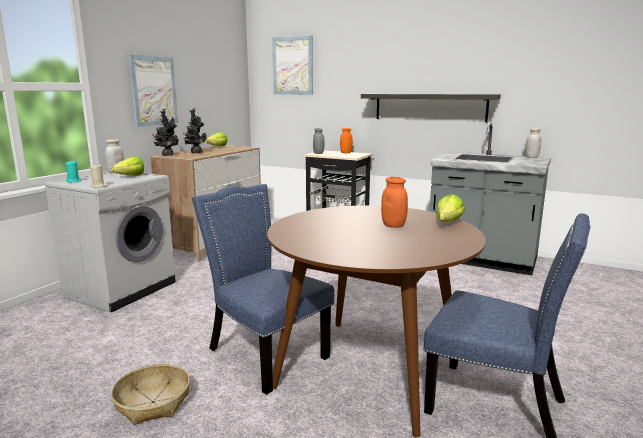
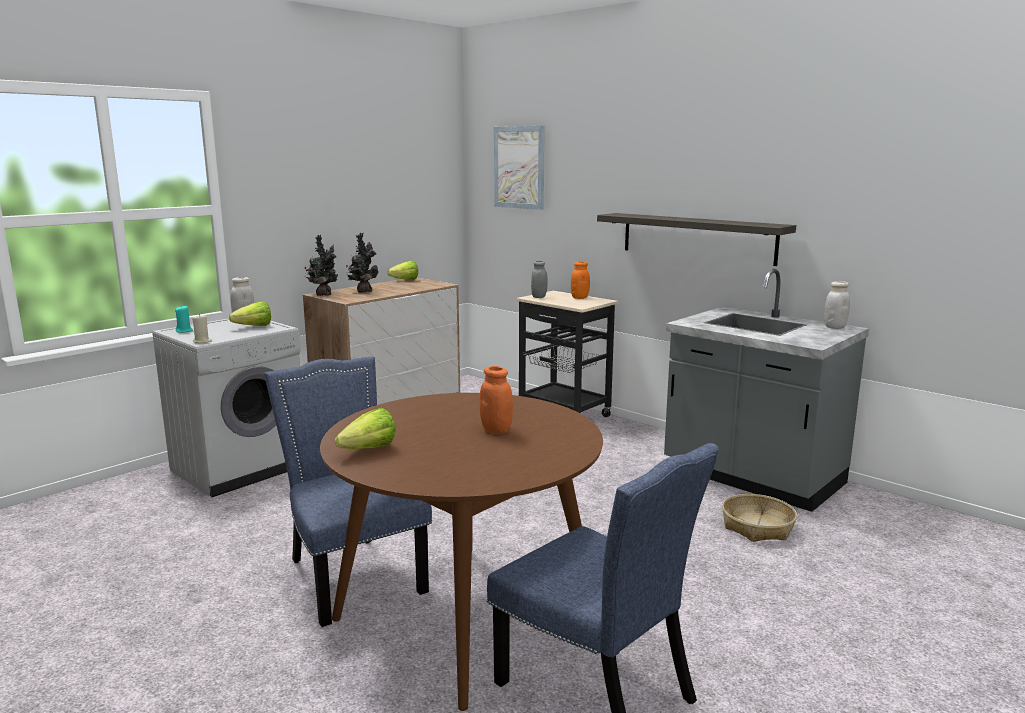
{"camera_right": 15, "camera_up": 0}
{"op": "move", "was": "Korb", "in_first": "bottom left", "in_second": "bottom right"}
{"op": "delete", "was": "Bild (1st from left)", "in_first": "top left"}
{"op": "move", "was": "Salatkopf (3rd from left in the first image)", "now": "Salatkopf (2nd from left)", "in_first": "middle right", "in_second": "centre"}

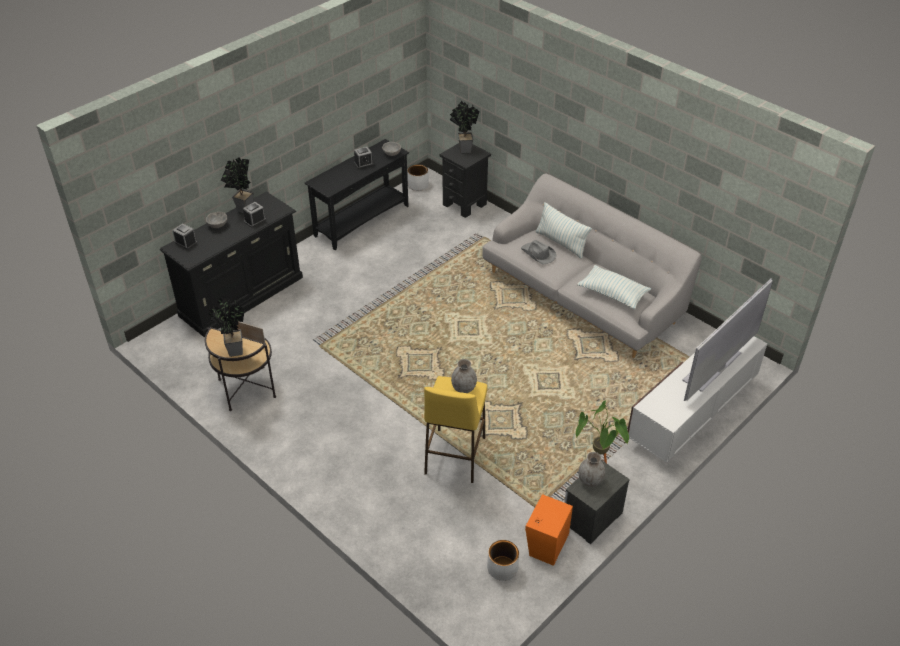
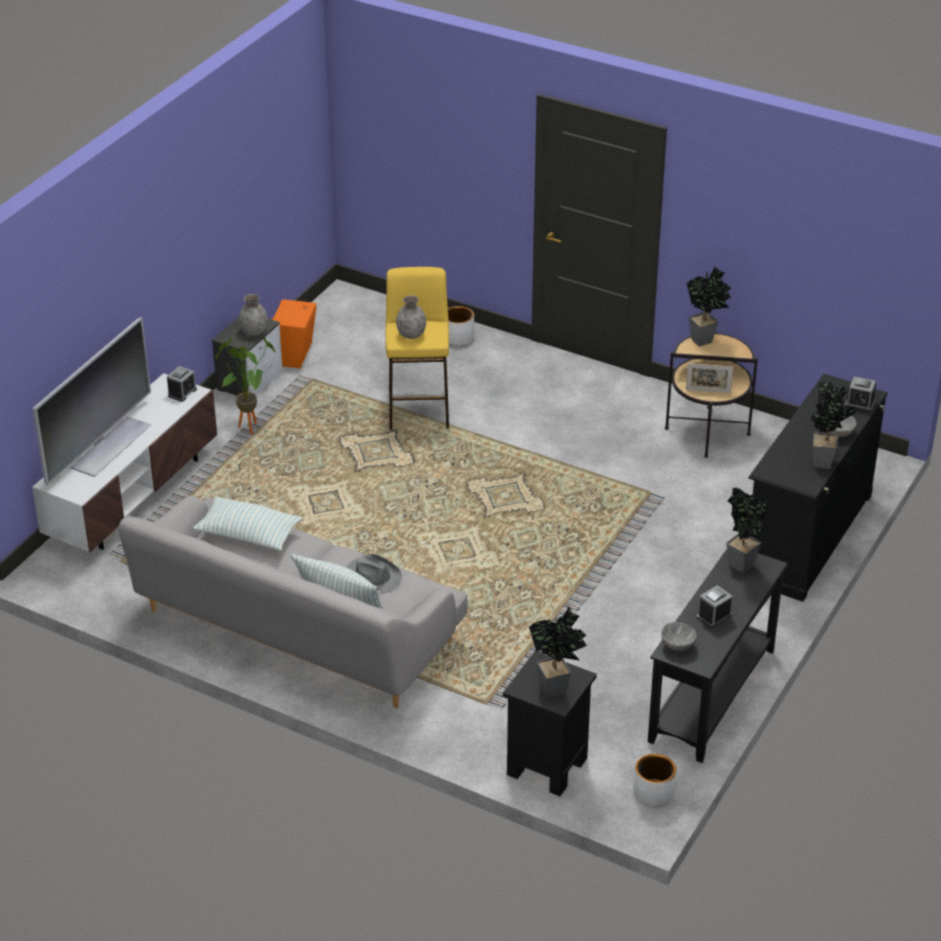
{"camera_right": 165, "camera_up": -5}
{"op": "move", "was": "Wecker (2nd from left in the first image)", "now": "Wecker (1st from left)", "in_first": "top left", "in_second": "middle left"}
{"op": "move", "was": "Pflanzkübel [weiß] (2nd from left in the first image)", "now": "Pflanzkübel [weiß] (1st from left)", "in_first": "bottom centre", "in_second": "centre"}
{"op": "insert", "now": "Topfpflanze (4th from left)", "in_second": "middle right"}

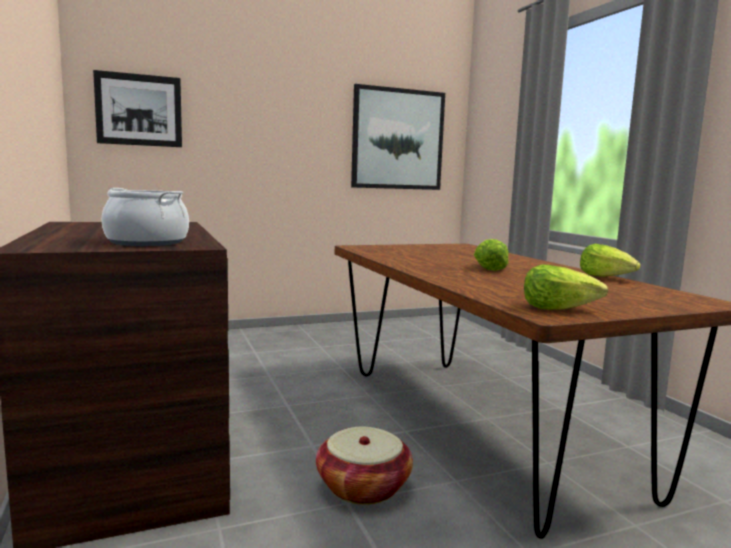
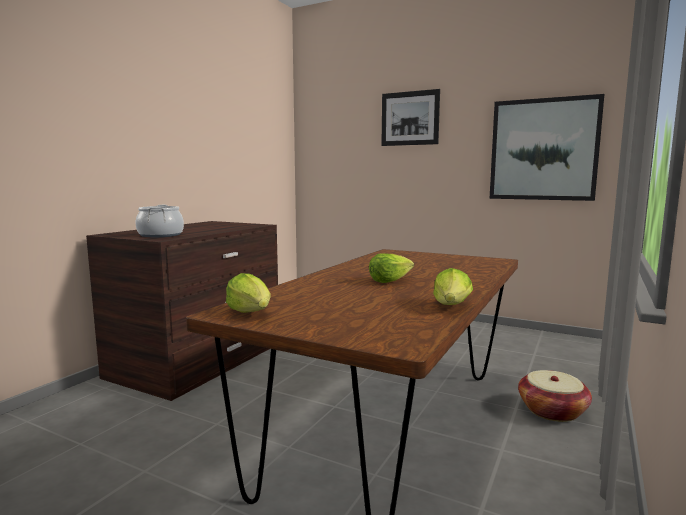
{"camera_right": 50, "camera_up": 0}
{"op": "move", "was": "Bild (1st from left)", "in_first": "top left", "in_second": "top centre"}
{"op": "move", "was": "Korb", "in_first": "bottom centre", "in_second": "bottom right"}

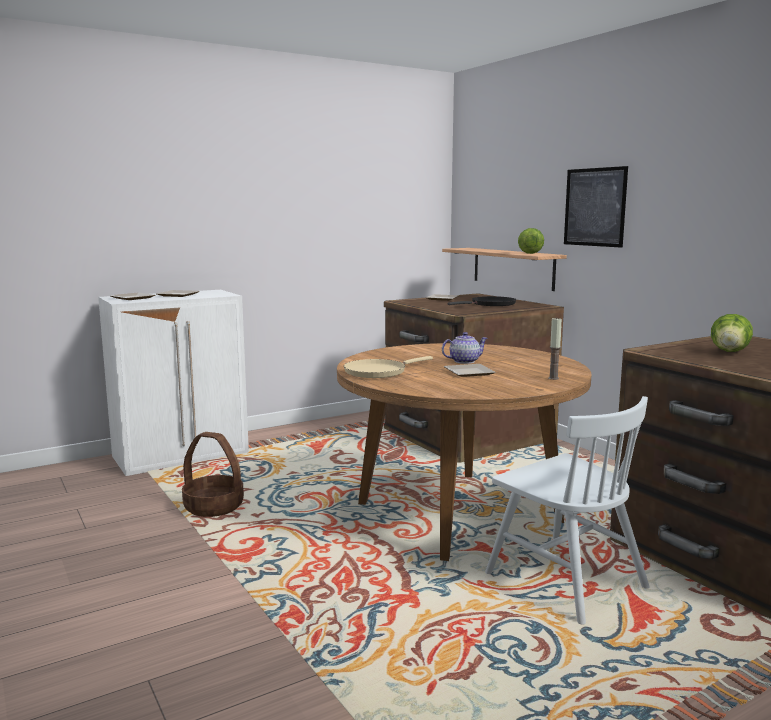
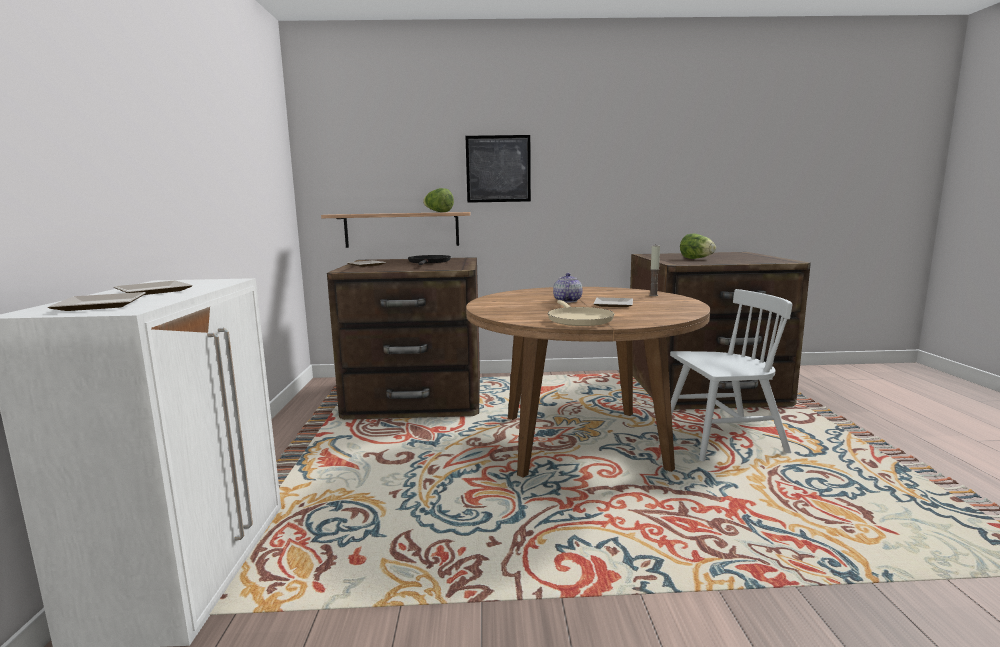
{"camera_right": -60, "camera_up": 0}
{"op": "delete", "was": "Korb", "in_first": "middle left"}

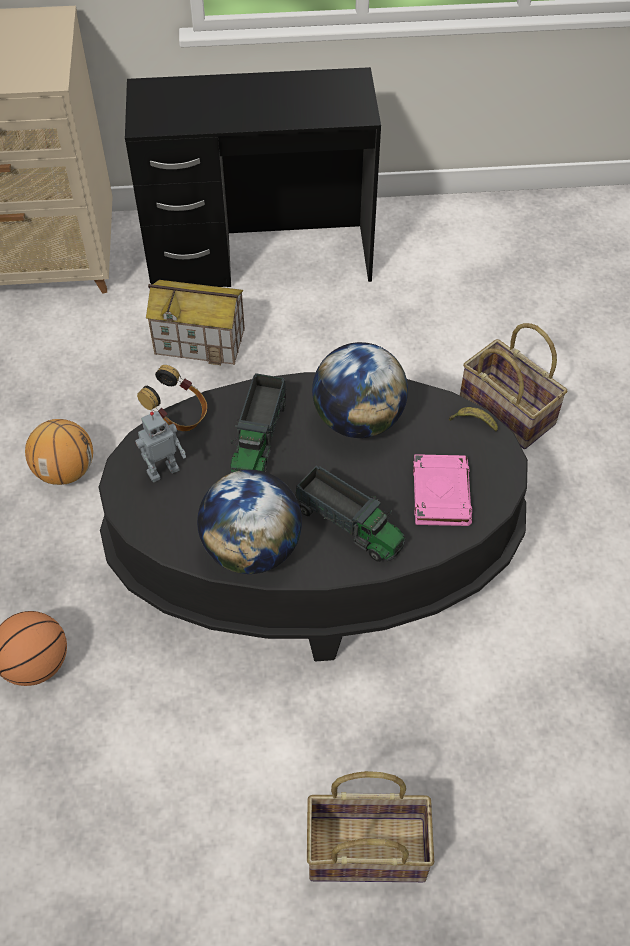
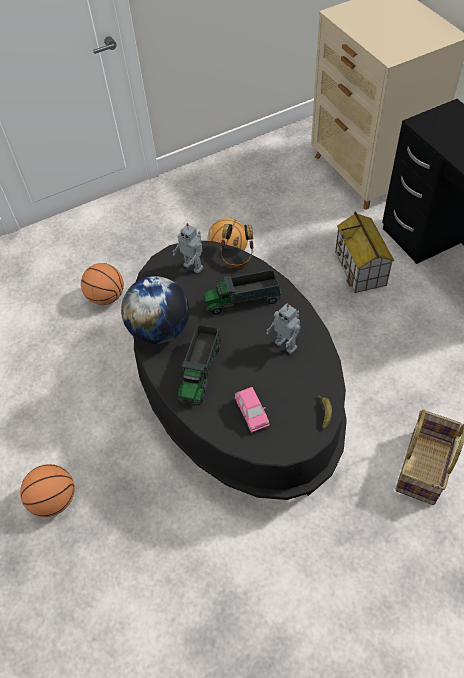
{"camera_right": 70, "camera_up": 0}
{"op": "replace", "was": "Korb (1st from left)", "now": "Basketball (1st from left)", "in_first": "bottom centre", "in_second": "bottom left"}
{"op": "replace", "was": "Globus (2nd from left)", "now": "Spielzeugroboter (2nd from left)", "in_first": "centre", "in_second": "centre"}
{"op": "replace", "was": "Buch [rosa]", "now": "Spielzeugauto [rosa]", "in_first": "middle right", "in_second": "centre"}

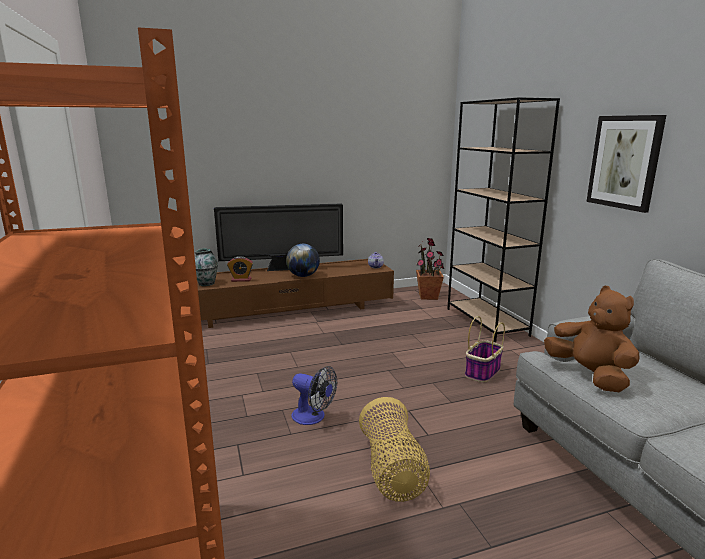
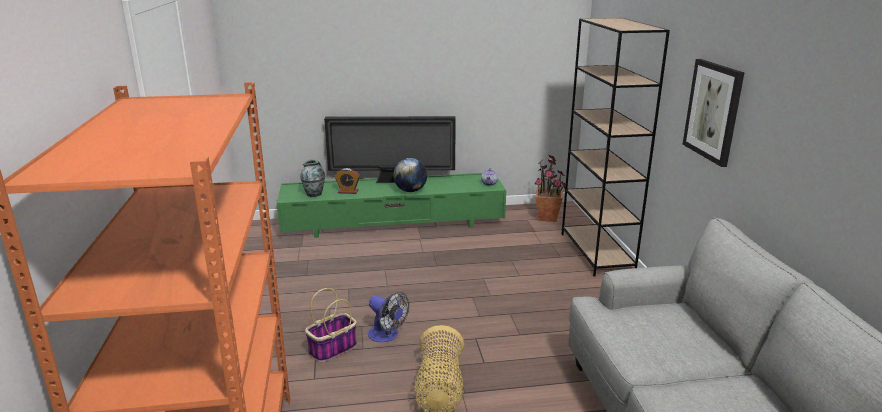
{"camera_right": 10, "camera_up": 5}
{"op": "recolor", "was": "Fernsehschrank [braun]", "now": "Fernsehschrank [grün]", "in_first": "centre", "in_second": "centre"}
{"op": "move", "was": "Korb (2nd from left in the first image)", "now": "Korb (1st from left)", "in_first": "middle right", "in_second": "bottom centre"}
{"op": "delete", "was": "Plüschtier [braun]", "in_first": "middle right"}

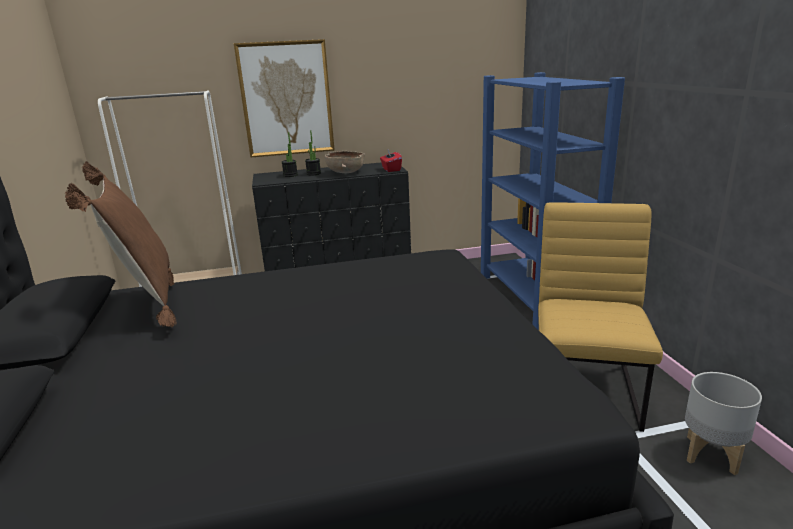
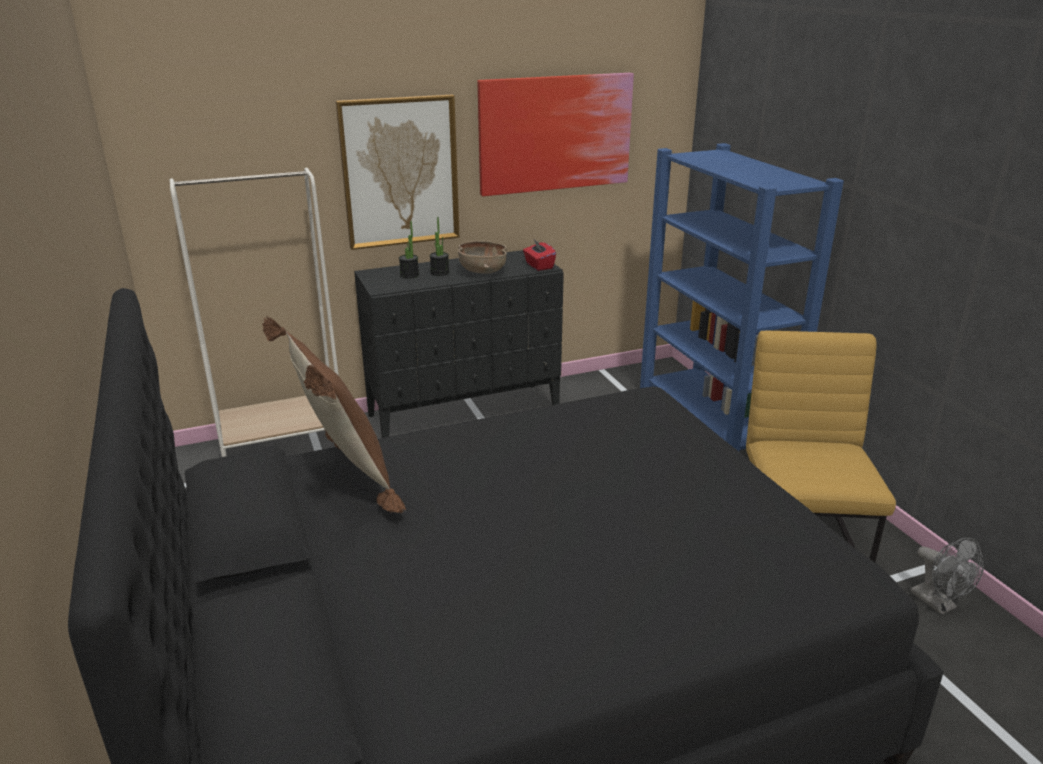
{"camera_right": -10, "camera_up": 5}
{"op": "replace", "was": "Pflanzkübel [grau]", "now": "Ventilator [grau]", "in_first": "bottom right", "in_second": "bottom right"}
{"op": "insert", "now": "Bild (2nd from left)", "in_second": "top centre"}

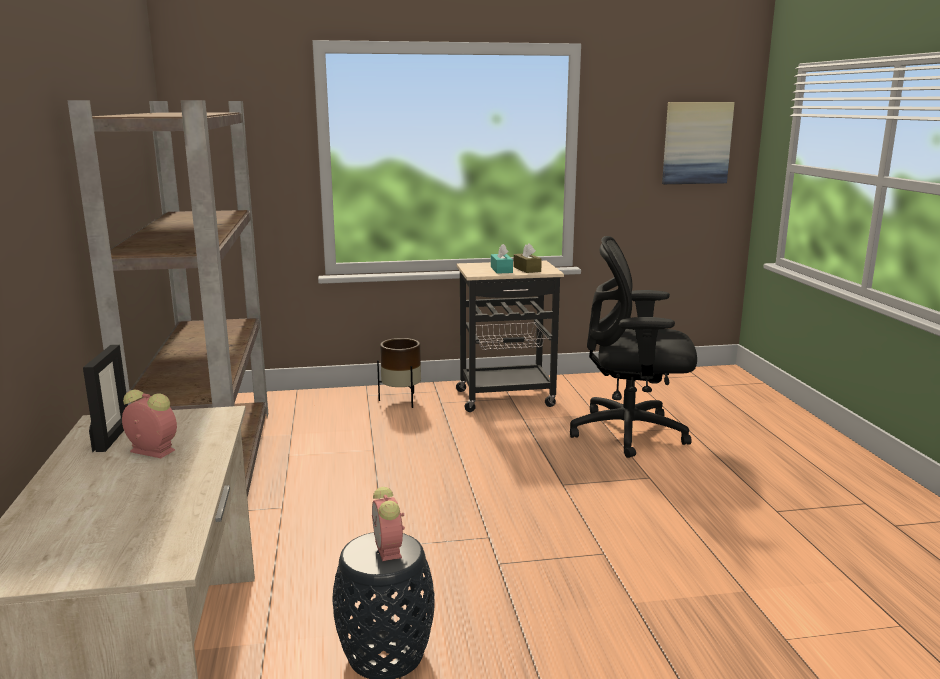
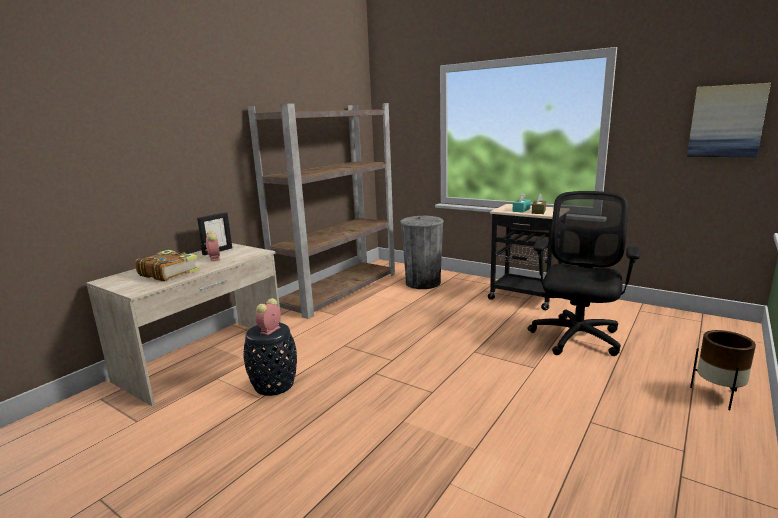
{"camera_right": 45, "camera_up": 0}
{"op": "move", "was": "Pflanzkübel [braun]", "in_first": "centre", "in_second": "bottom right"}
{"op": "rotate", "was": "Bürostuhl [schwarz]", "in_first": "middle right", "in_second": "middle right", "clockwise": 60}
{"op": "insert", "now": "Buch", "in_second": "middle left"}
{"op": "insert", "now": "Mülleimer [grau]", "in_second": "centre"}

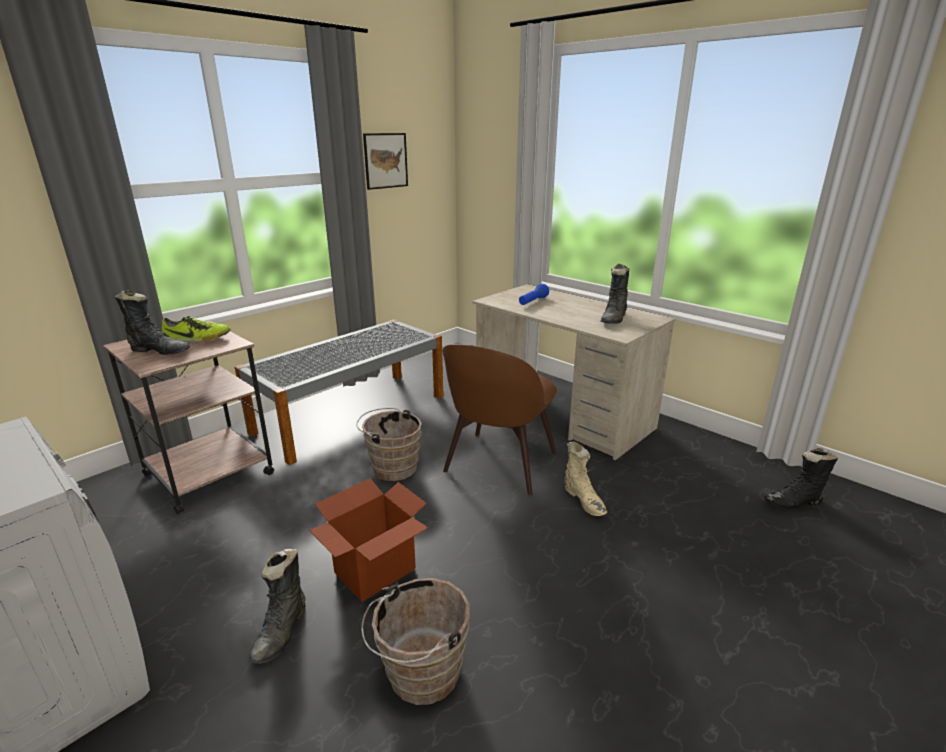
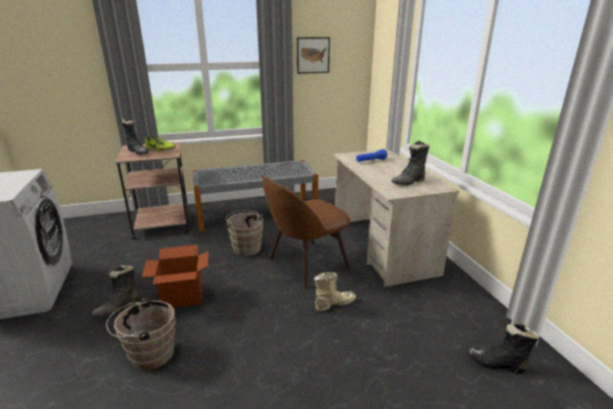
{"camera_right": 30, "camera_up": 0}
{"op": "rotate", "was": "Stiefel [beige]", "in_first": "centre", "in_second": "bottom centre", "clockwise": -120}

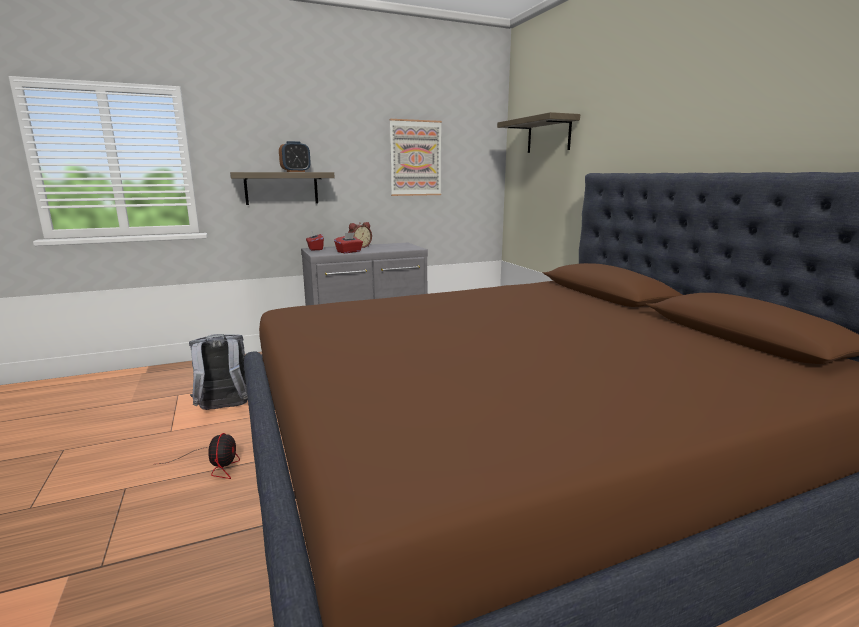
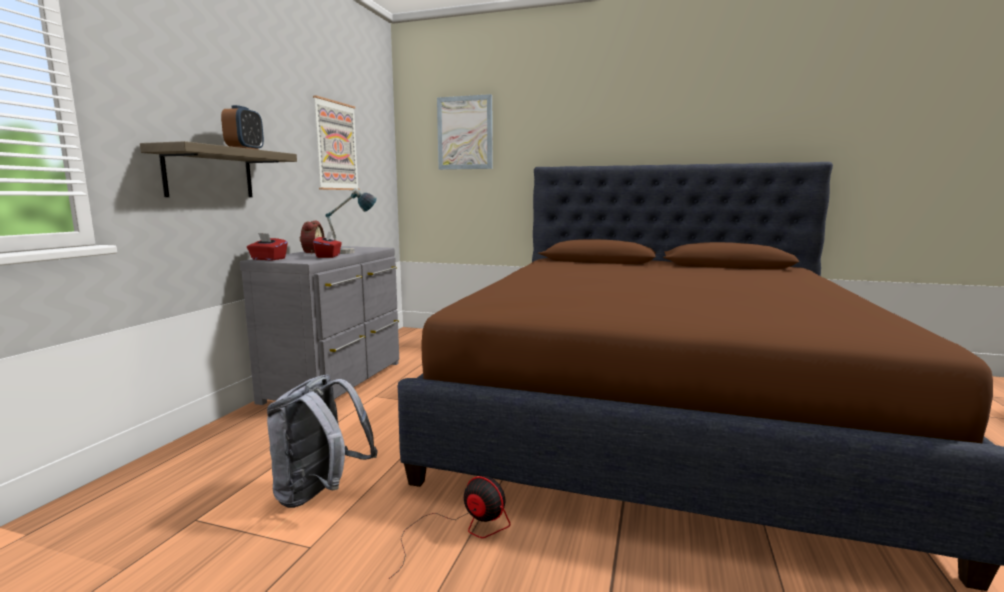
{"camera_right": -50, "camera_up": -5}
{"op": "replace", "was": "Wandregal (2nd from left)", "now": "Bild (2nd from left)", "in_first": "top centre", "in_second": "top centre"}
{"op": "insert", "now": "Tischlampe", "in_second": "centre"}

